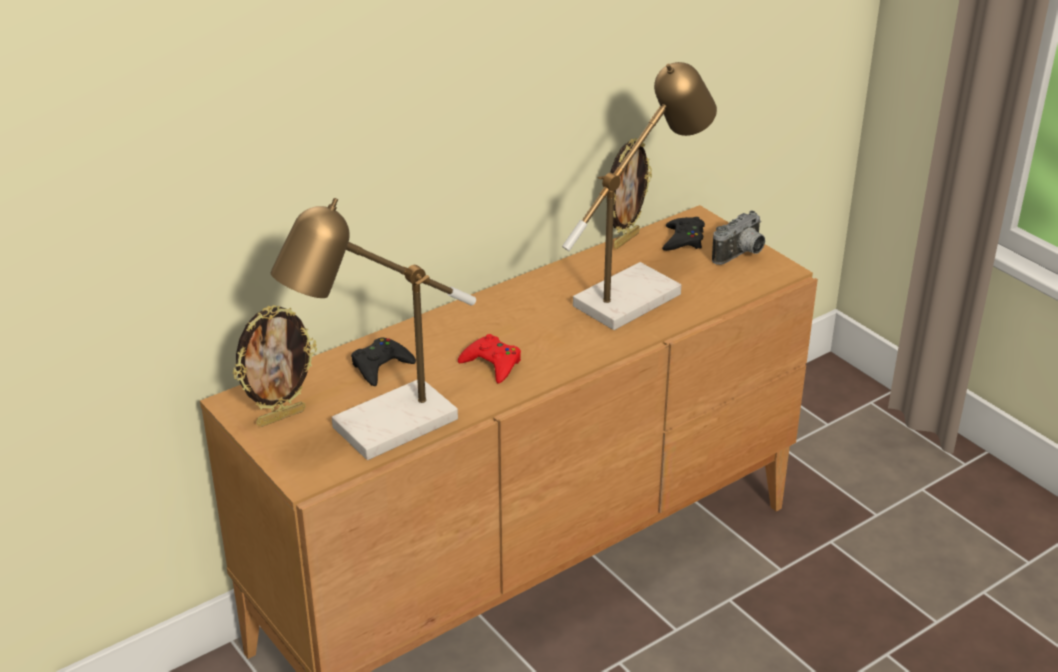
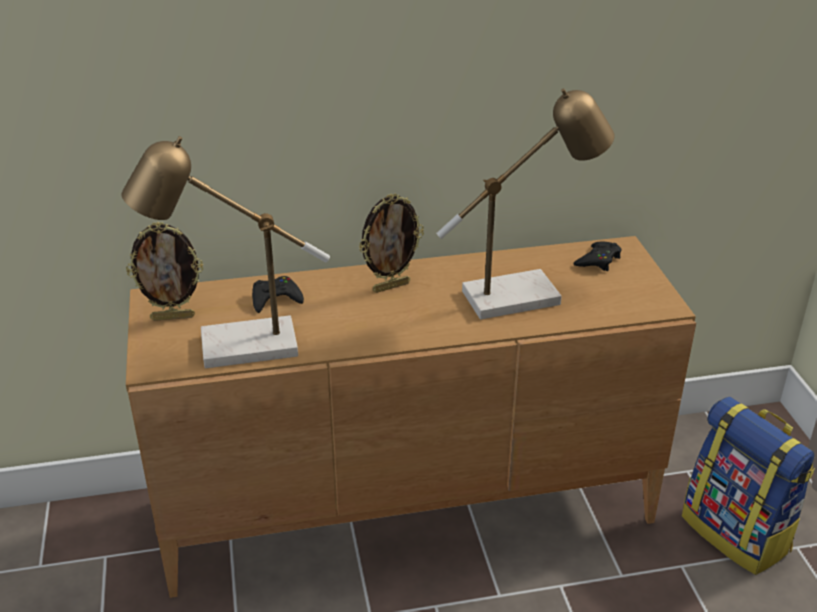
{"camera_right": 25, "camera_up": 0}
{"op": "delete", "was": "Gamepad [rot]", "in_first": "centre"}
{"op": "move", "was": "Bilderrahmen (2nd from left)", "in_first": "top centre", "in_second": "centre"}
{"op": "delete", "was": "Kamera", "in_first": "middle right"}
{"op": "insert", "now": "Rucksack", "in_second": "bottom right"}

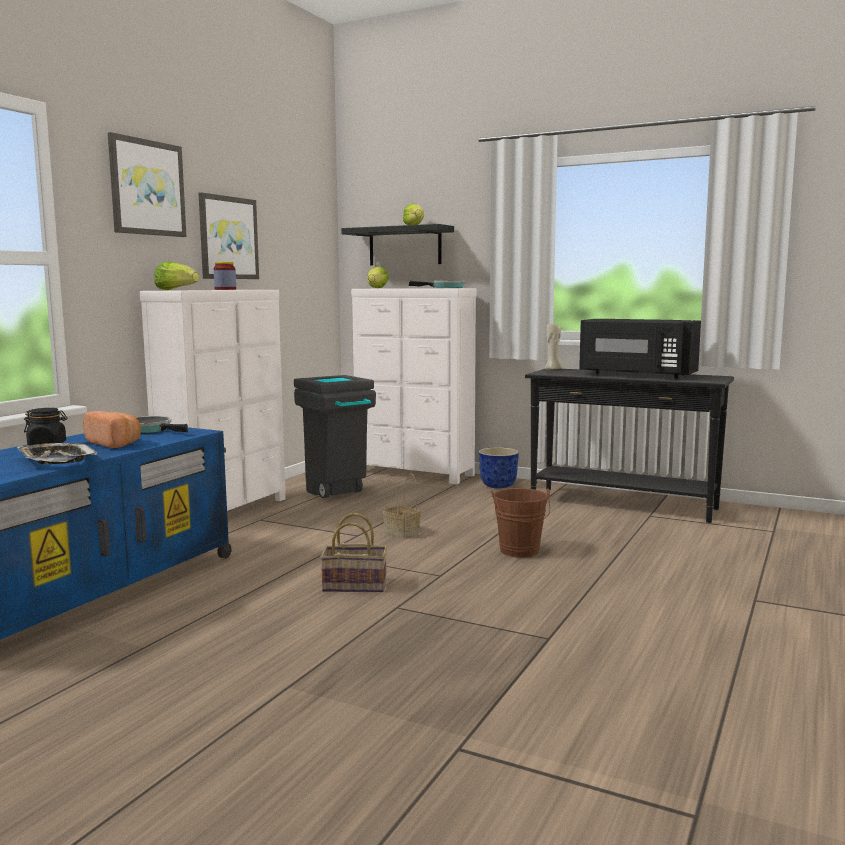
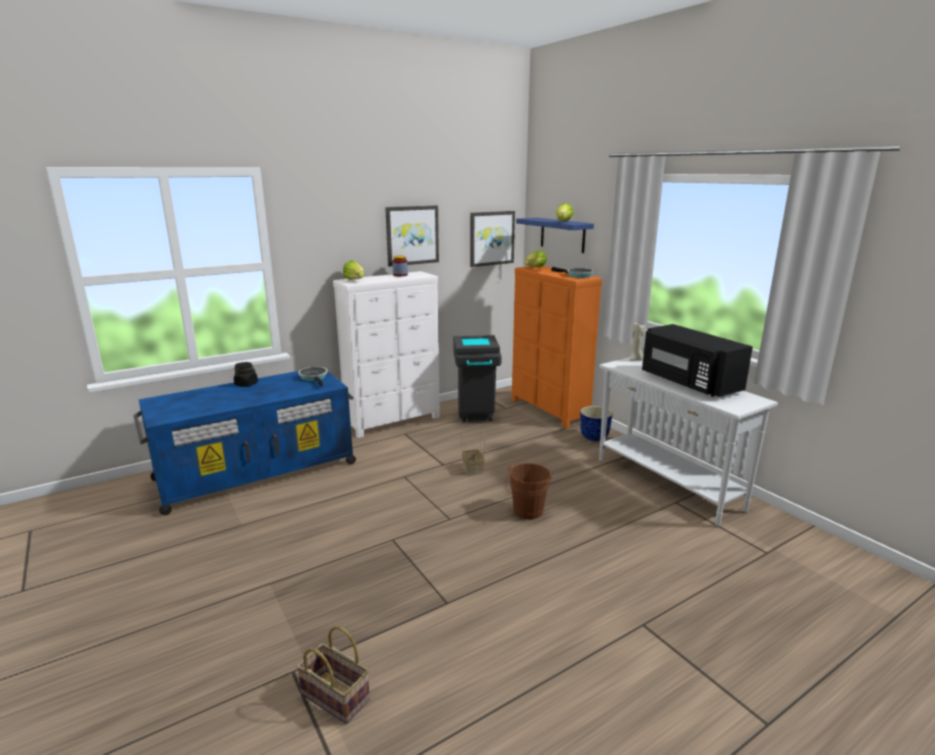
{"camera_right": 30, "camera_up": 10}
{"op": "delete", "was": "Tablett", "in_first": "middle left"}
{"op": "delete", "was": "Brot", "in_first": "middle left"}
{"op": "move", "was": "Bild (1st from left in the first image)", "now": "Bild (2nd from left)", "in_first": "top left", "in_second": "top centre"}
{"op": "move", "was": "Korb (1st from left)", "in_first": "centre", "in_second": "bottom centre"}
{"op": "recolor", "was": "Wandregal [schwarz]", "now": "Wandregal [blau]", "in_first": "top centre", "in_second": "top centre"}
{"op": "recolor", "was": "Kommode [weiß] (2nd from left)", "now": "Kommode [orange]", "in_first": "centre", "in_second": "centre"}
{"op": "recolor", "was": "Konsolentisch [schwarz]", "now": "Konsolentisch [weiß]", "in_first": "middle right", "in_second": "middle right"}

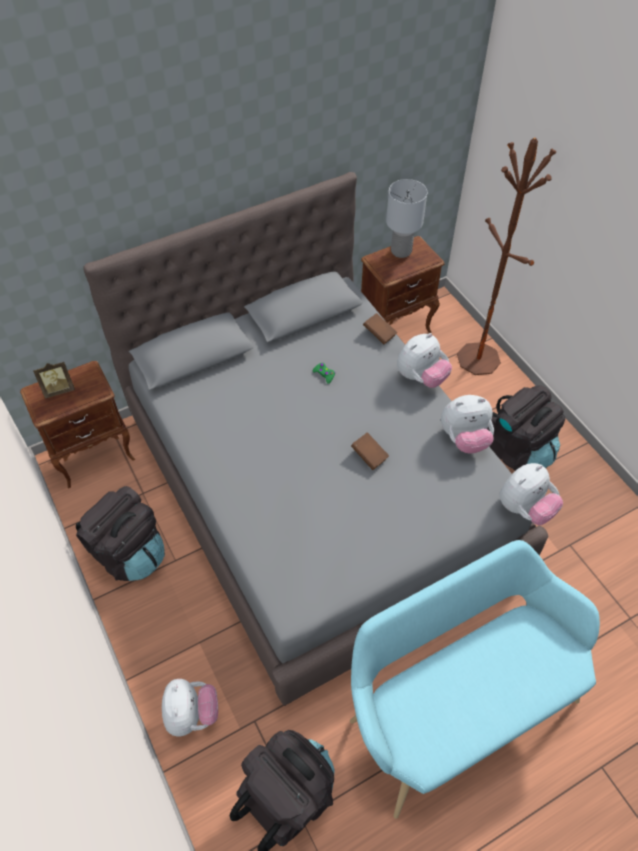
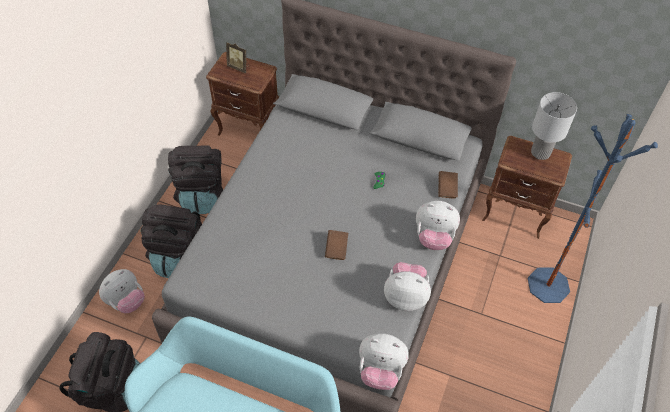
{"camera_right": 50, "camera_up": 0}
{"op": "rotate", "was": "Plüschtier (3rd from left)", "in_first": "middle right", "in_second": "bottom centre", "clockwise": 150}
{"op": "recolor", "was": "Kleiderständer [braun]", "now": "Kleiderständer [blau]", "in_first": "top right", "in_second": "middle right"}
{"op": "move", "was": "Rucksack [schwarz] (3rd from left in the first image)", "now": "Rucksack [schwarz] (2nd from left)", "in_first": "middle right", "in_second": "middle left"}

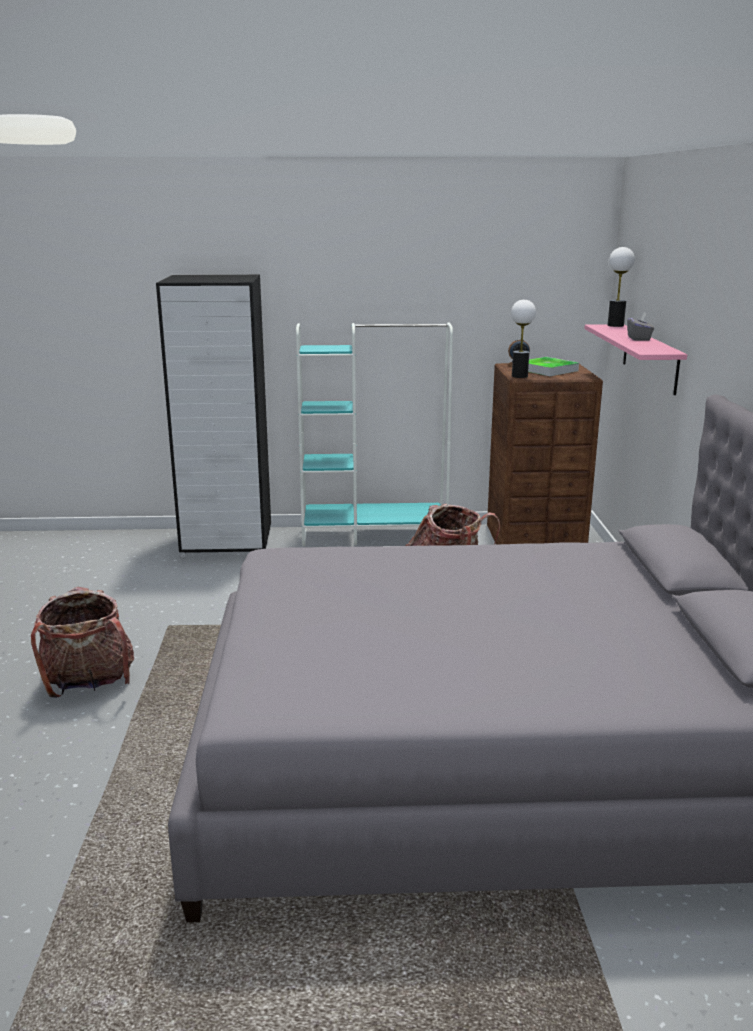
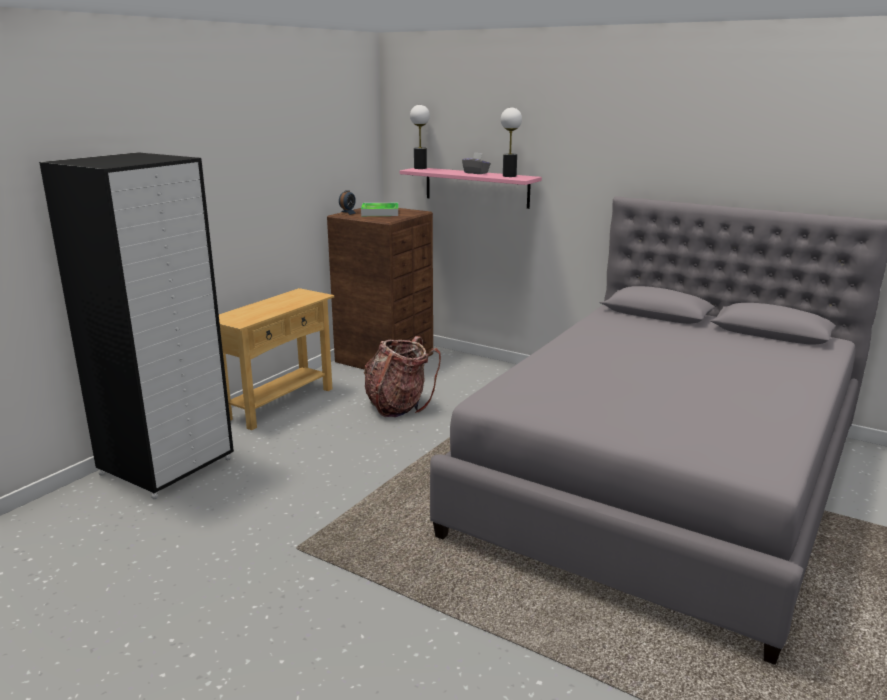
{"camera_right": -55, "camera_up": 0}
{"op": "delete", "was": "Rucksack (1st from left)", "in_first": "middle left"}
{"op": "replace", "was": "Kleiderständer [türkis]", "now": "Konsolentisch [beige]", "in_first": "centre", "in_second": "middle left"}
{"op": "move", "was": "Tischlampe (1st from left in the first image)", "now": "Tischlampe (2nd from left)", "in_first": "top right", "in_second": "top centre"}

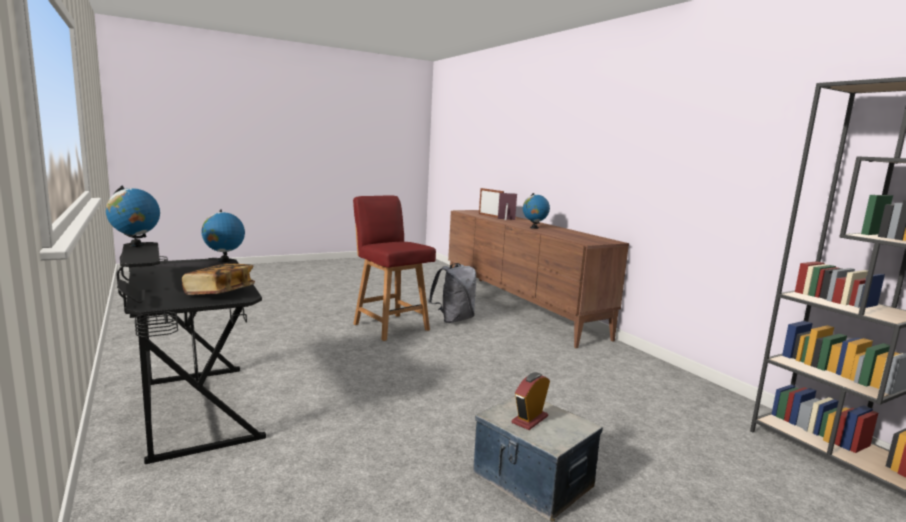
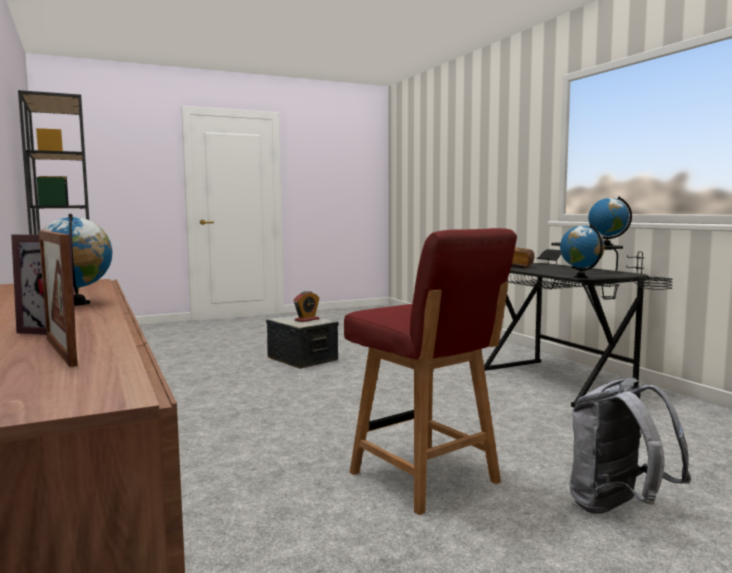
{"camera_right": -175, "camera_up": -5}
{"op": "move", "was": "Rucksack [grau]", "in_first": "centre", "in_second": "bottom right"}

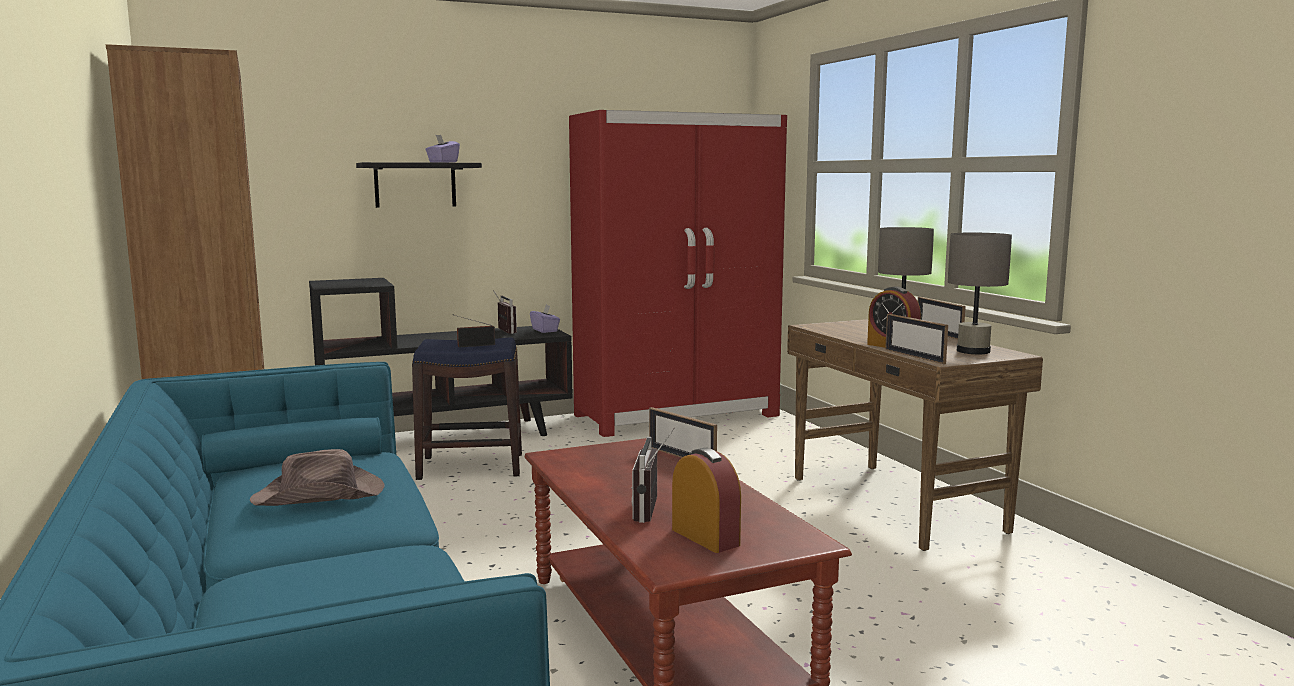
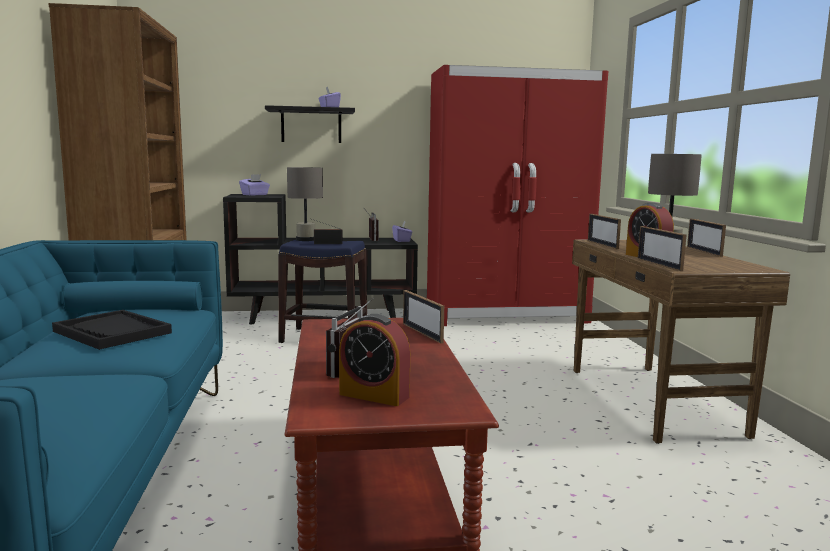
{"camera_right": 15, "camera_up": 0}
{"op": "replace", "was": "Hut [braun]", "now": "Tablett [schwarz]", "in_first": "bottom left", "in_second": "middle left"}
{"op": "rotate", "was": "Wecker (1st from left)", "in_first": "bottom centre", "in_second": "centre", "clockwise": 135}
{"op": "move", "was": "Tischlampe [grau] (2nd from left in the first image)", "now": "Tischlampe [grau] (1st from left)", "in_first": "middle right", "in_second": "centre"}
{"op": "insert", "now": "Taschentuchbox [lila] (1st from left)", "in_second": "middle left"}
{"op": "insert", "now": "Bilderrahmen (2nd from left)", "in_second": "middle right"}

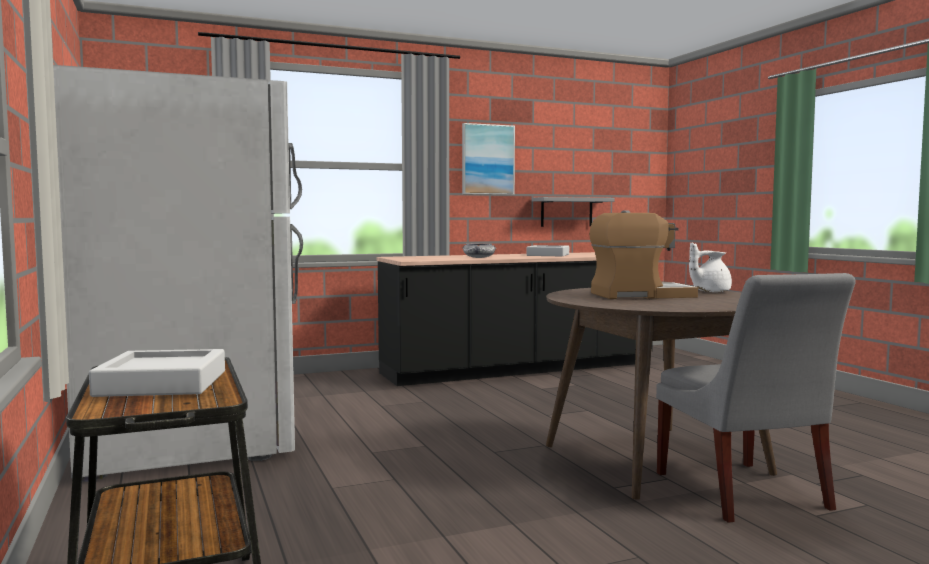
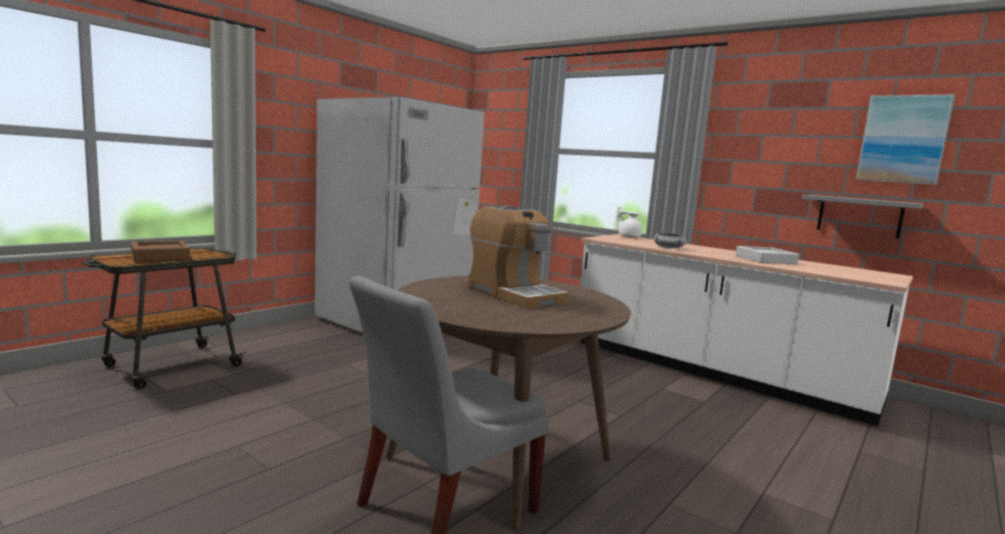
{"camera_right": 60, "camera_up": 5}
{"op": "recolor", "was": "Tablett [grau] (1st from left)", "now": "Tablett [braun]", "in_first": "middle left", "in_second": "middle left"}
{"op": "recolor", "was": "Küchenzeile [schwarz]", "now": "Küchenzeile [weiß]", "in_first": "centre", "in_second": "middle right"}
{"op": "move", "was": "Bild", "in_first": "top centre", "in_second": "top right"}
{"op": "move", "was": "Teekanne [weiß]", "in_first": "middle right", "in_second": "centre"}

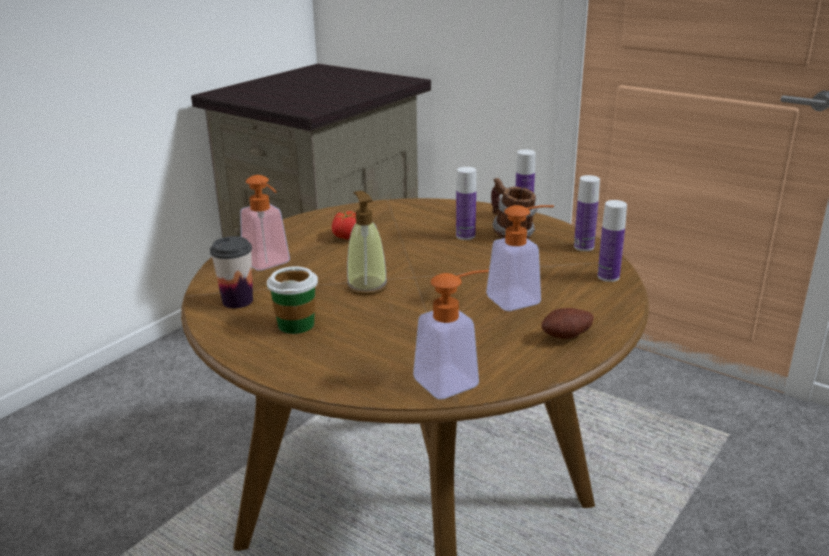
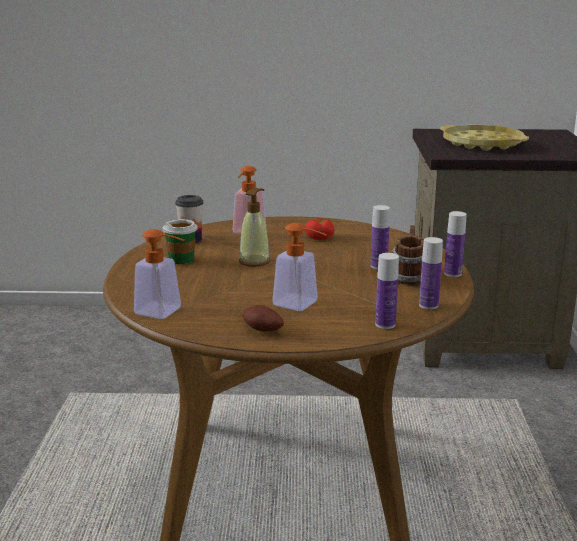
{"camera_right": 55, "camera_up": -5}
{"op": "insert", "now": "Tablett [gelb]", "in_second": "top right"}

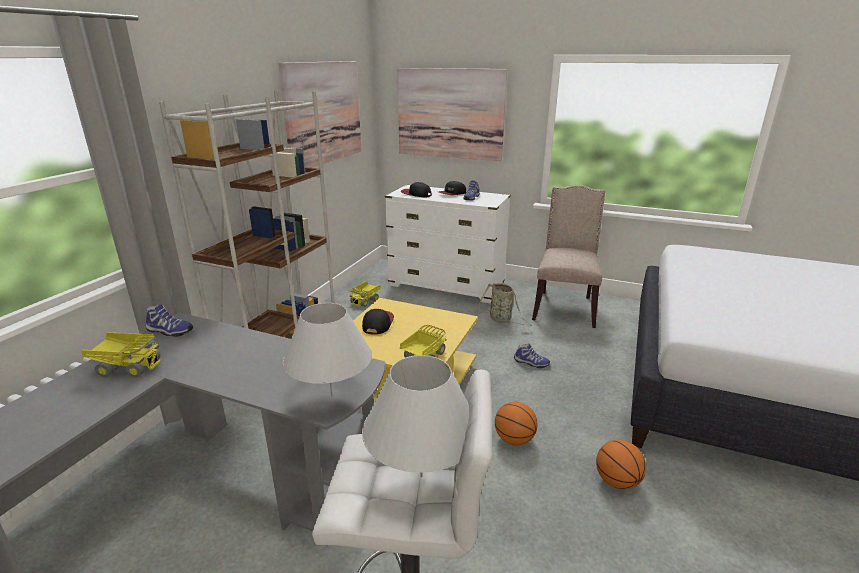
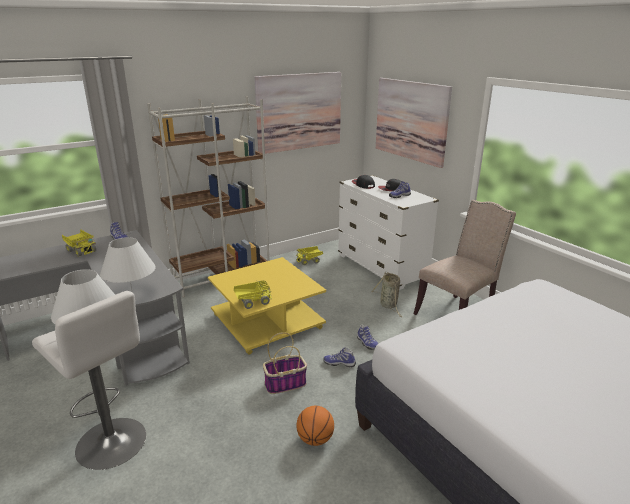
{"camera_right": 35, "camera_up": 0}
{"op": "delete", "was": "Kappe (1st from left)", "in_first": "centre"}
{"op": "replace", "was": "Basketball (1st from left)", "now": "Korb (1st from left)", "in_first": "bottom centre", "in_second": "bottom centre"}
{"op": "insert", "now": "Schuh (2nd from left)", "in_second": "bottom centre"}

